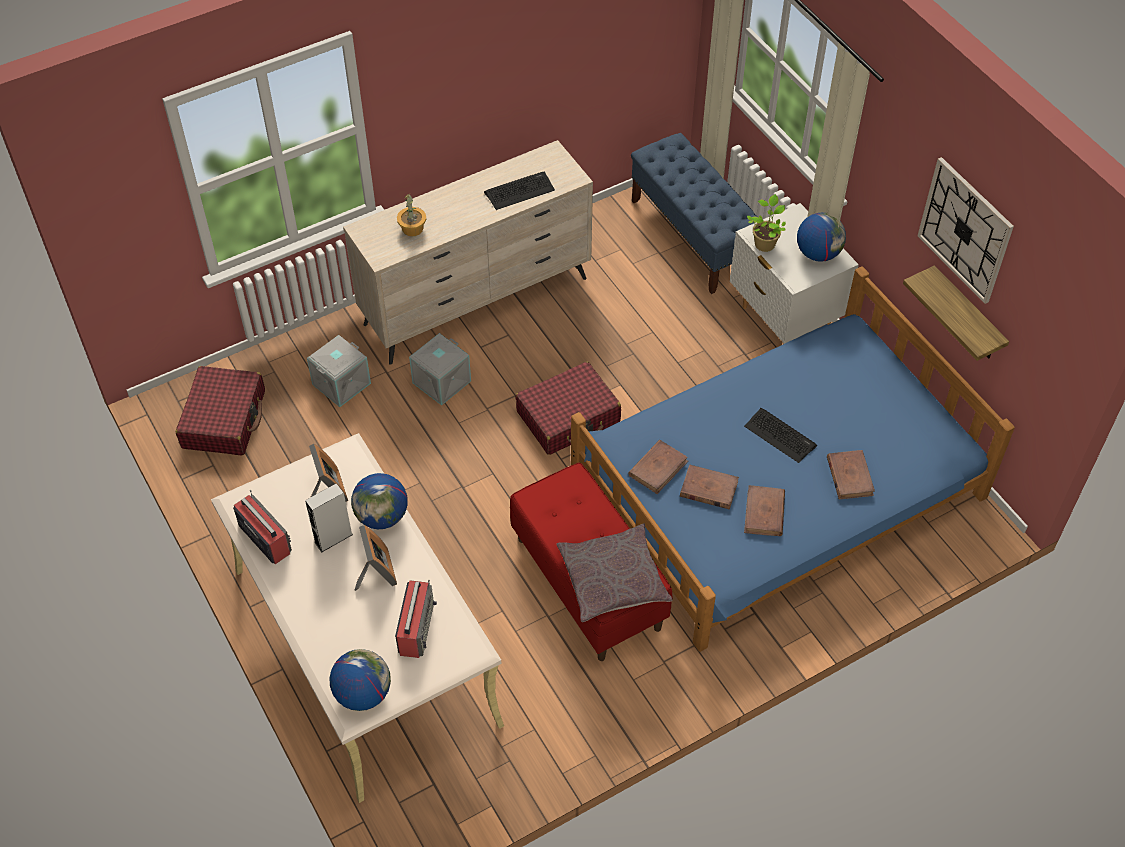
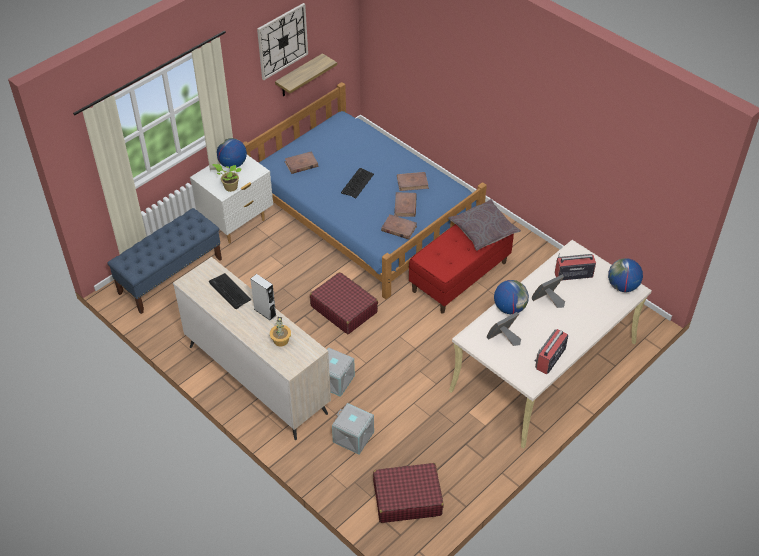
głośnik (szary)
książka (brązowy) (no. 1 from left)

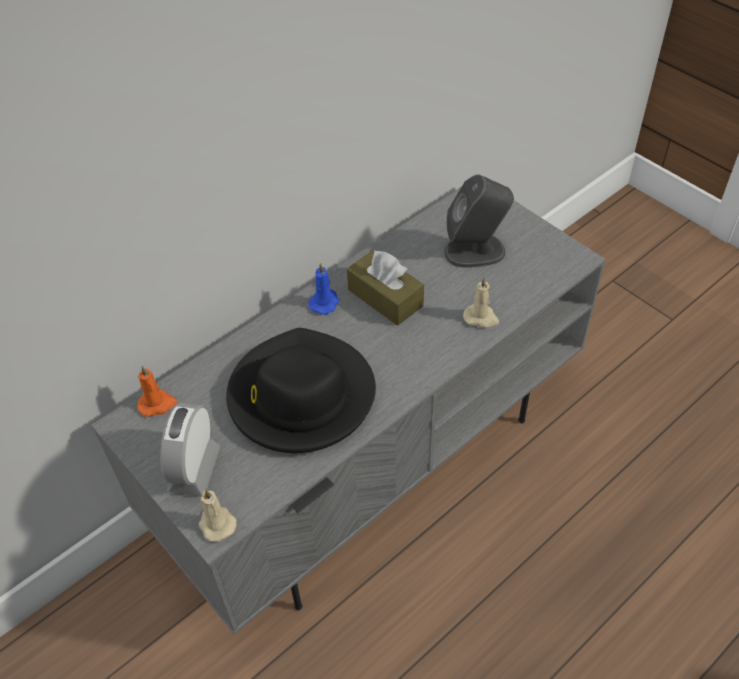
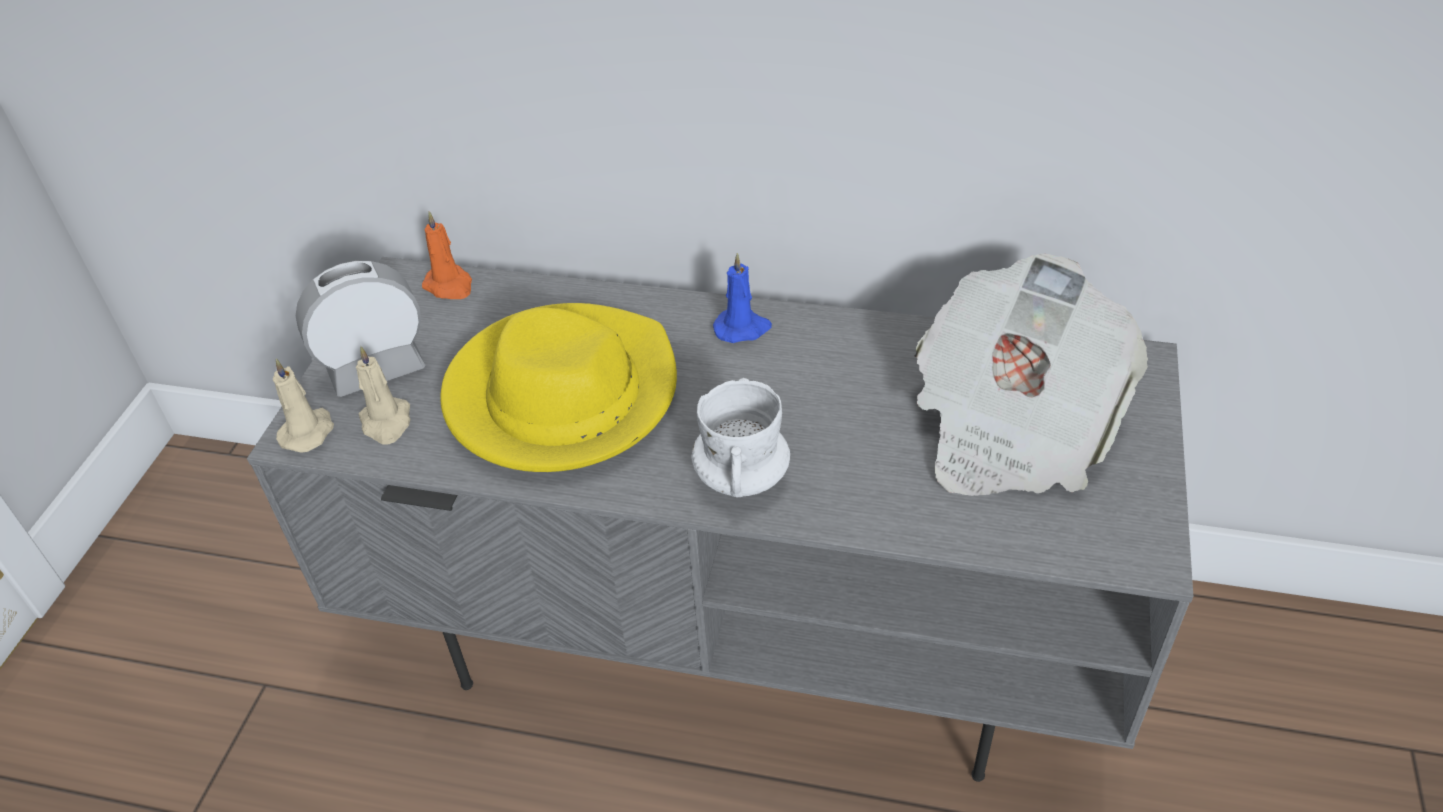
świeca (beżowy) (no. 2 from left)
kapelusz (żółty)
kubek (biały)
gazeta
pudełko chusteczek (brązowy)

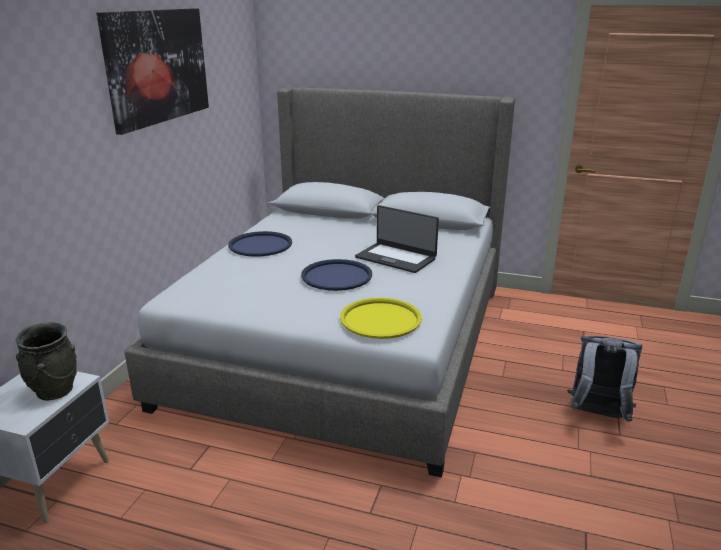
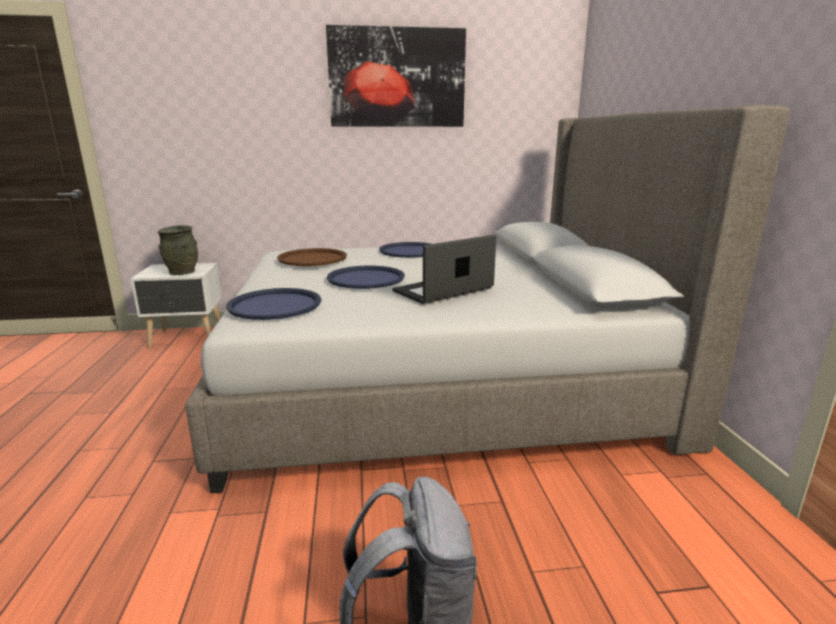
taca (niebieski) (no. 1 from left)
taca (brązowy)
laptop

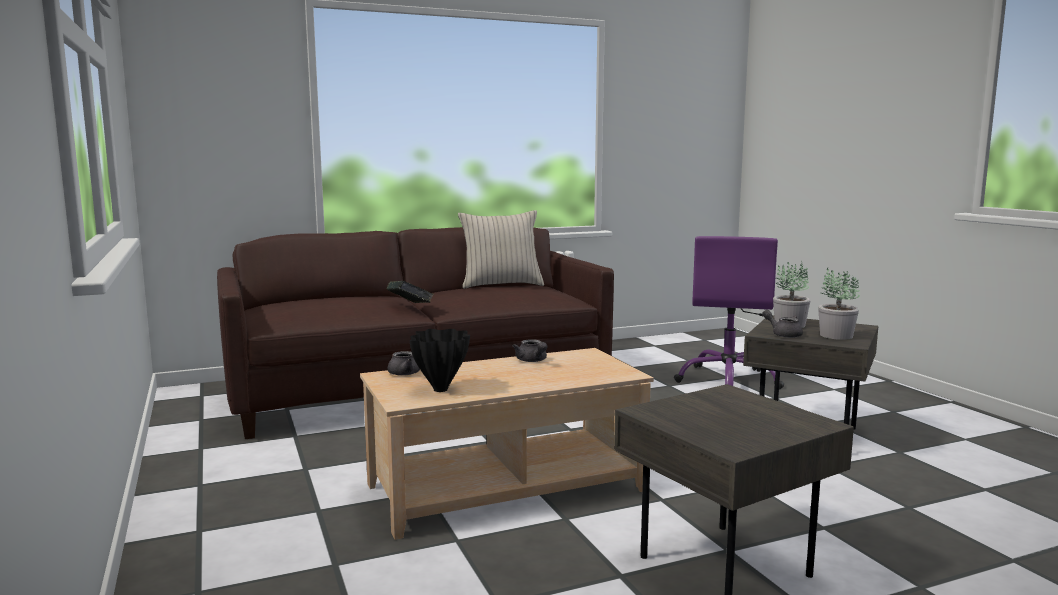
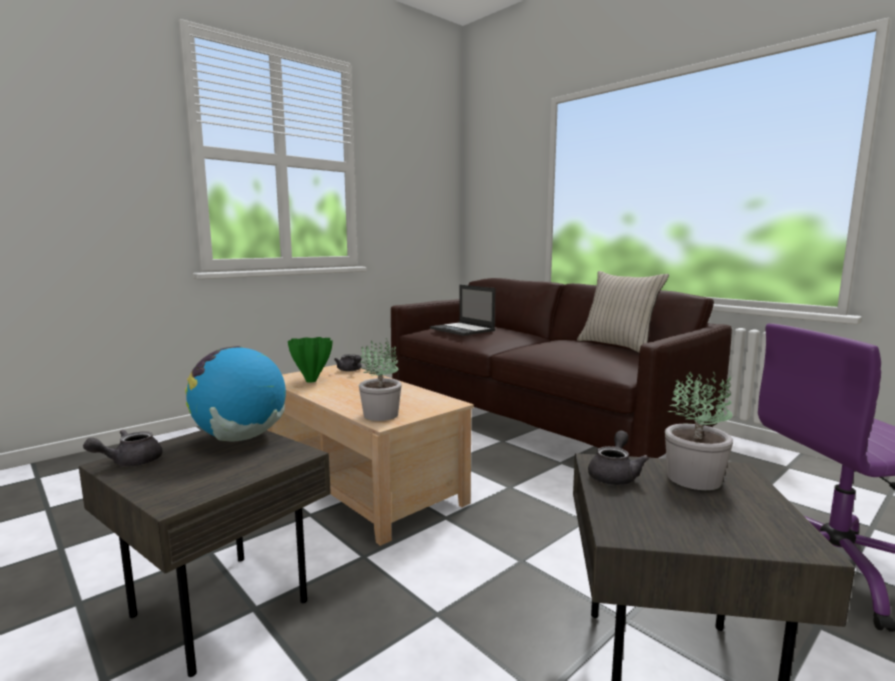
imbryk (szary) (no. 1 from left)
globus
wazon (zielony)
roślina doniczkowa (no. 1 from left)
laptop
książka

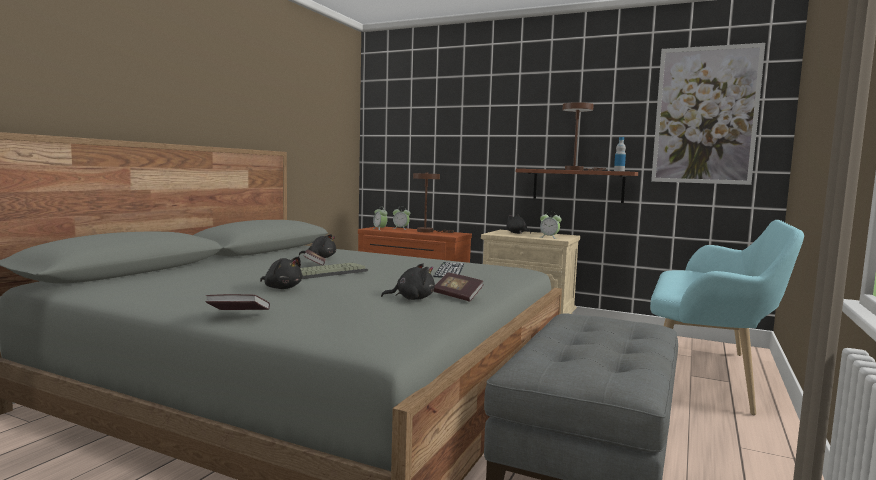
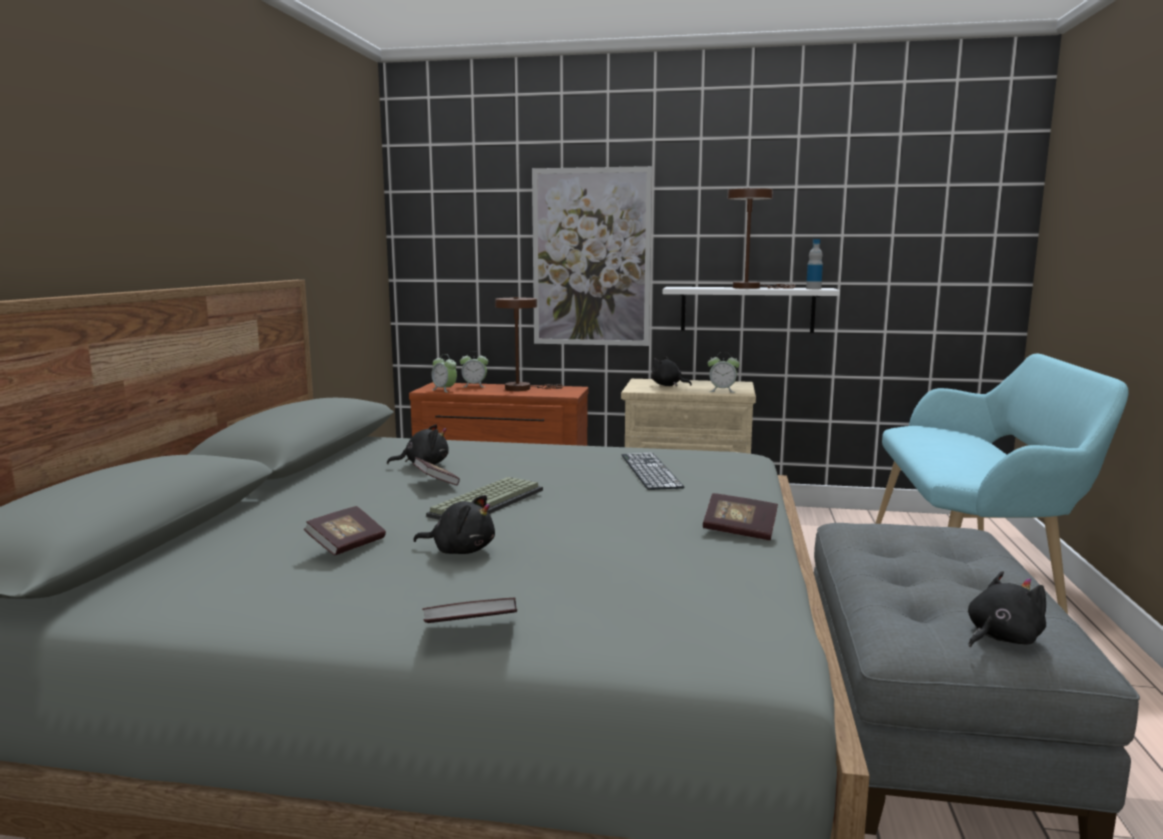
książka (no. 1 from left)
obraz
półka (biały)
pluszak (czarny) (no. 4 from left)

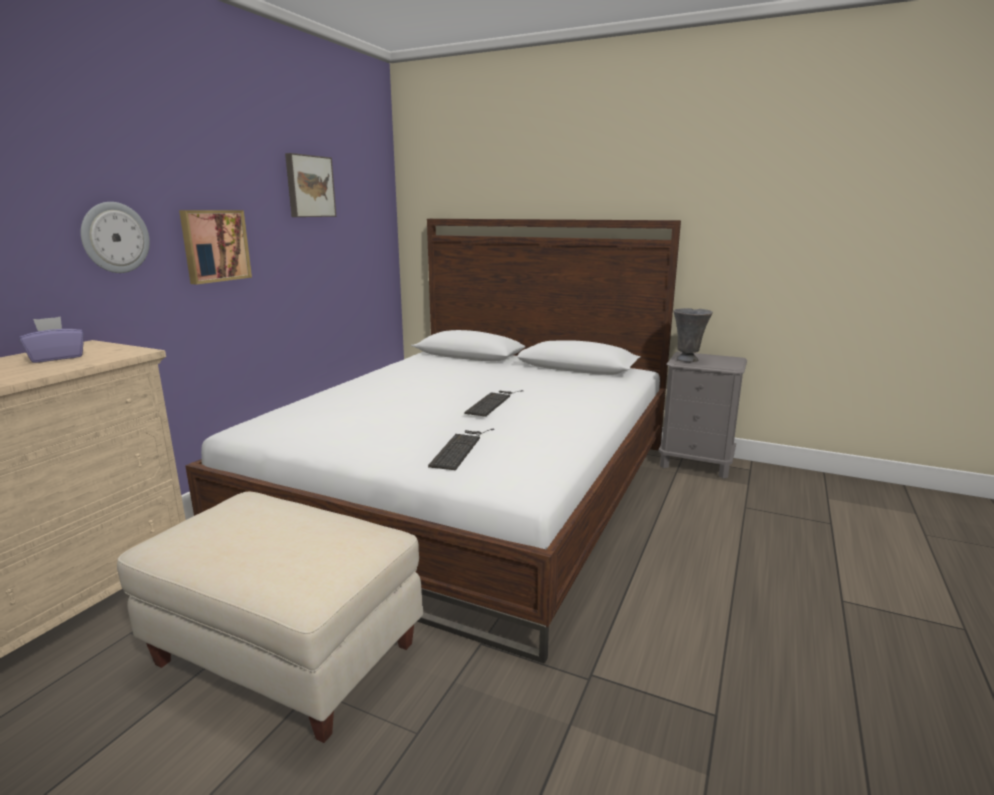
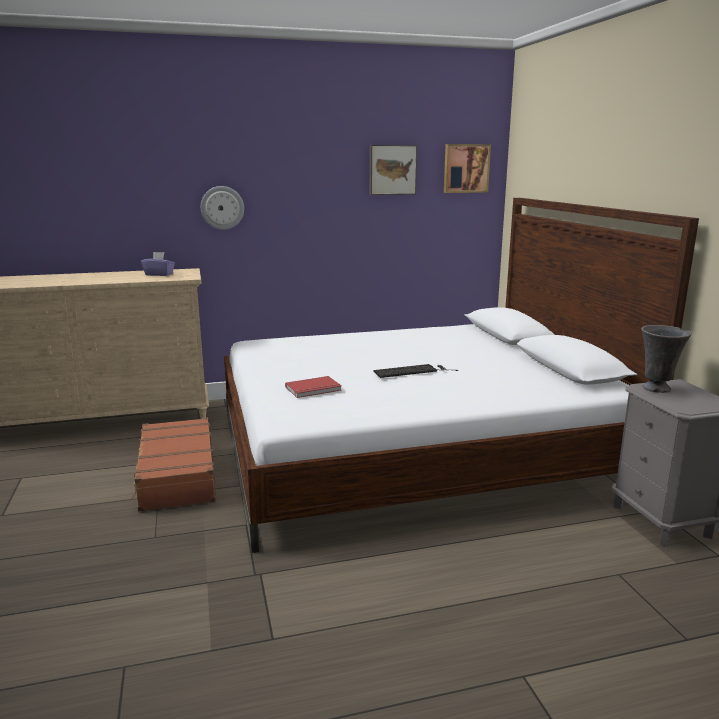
walizka (brązowy)
książka (czerwony)
obraz (no. 2 from left)

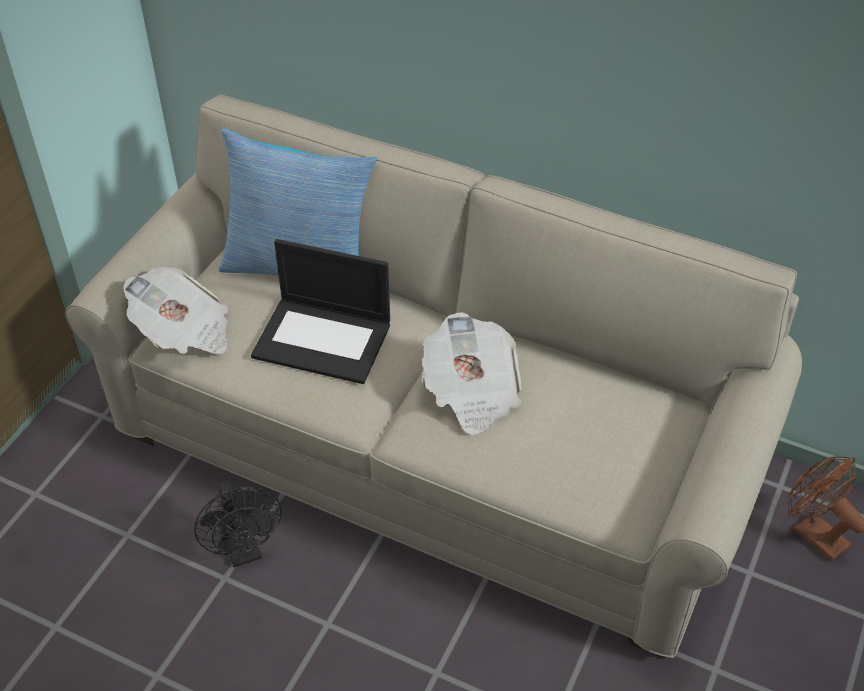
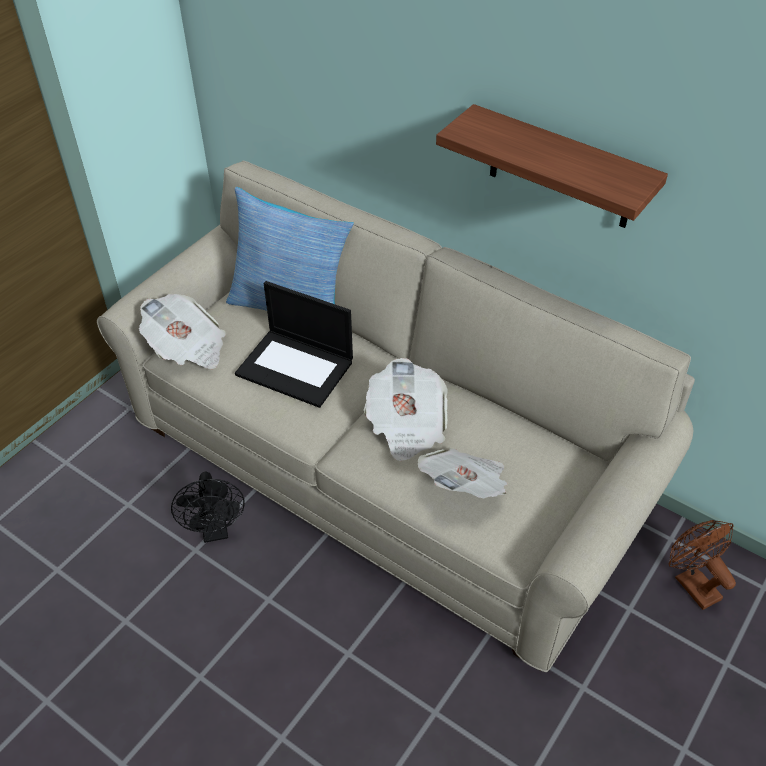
gazeta (no. 3 from left)
półka

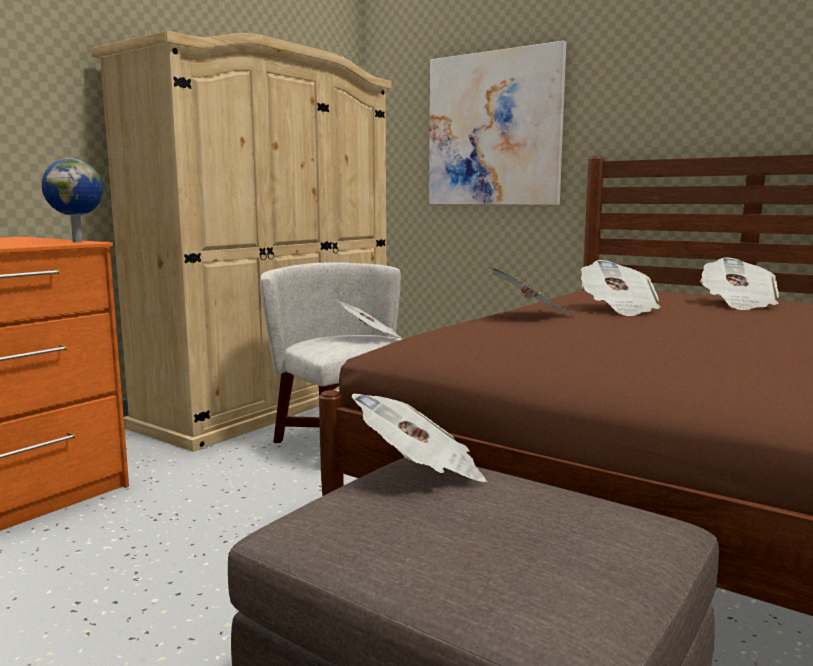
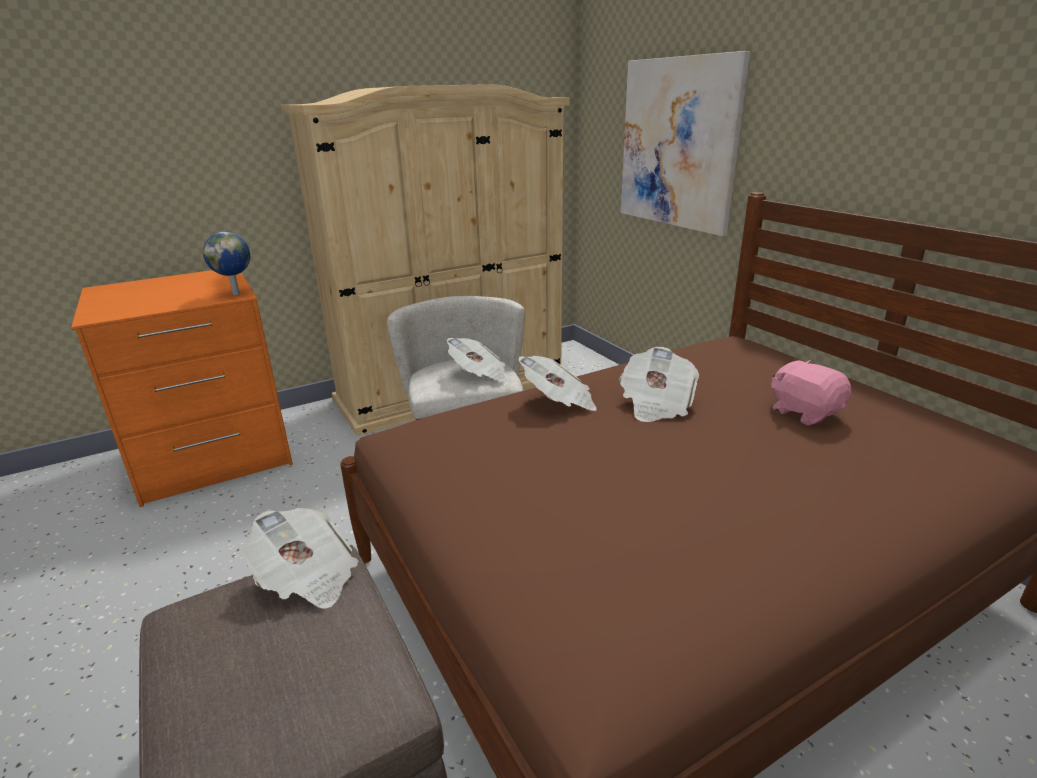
pluszak (różowy)

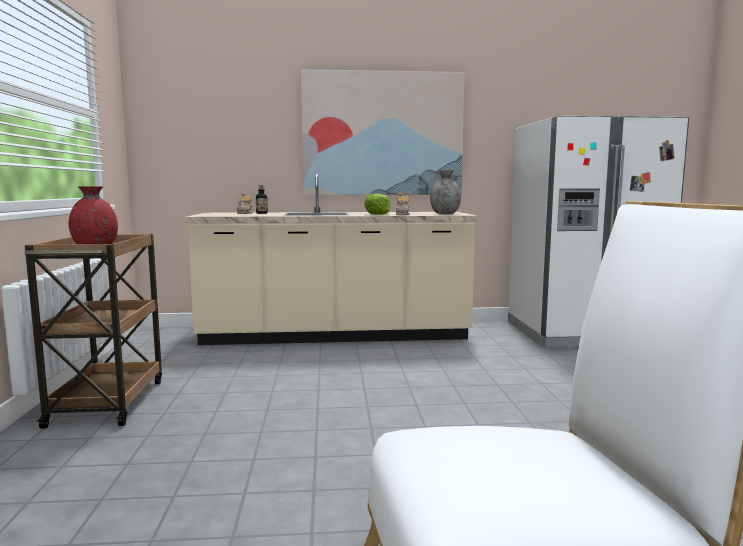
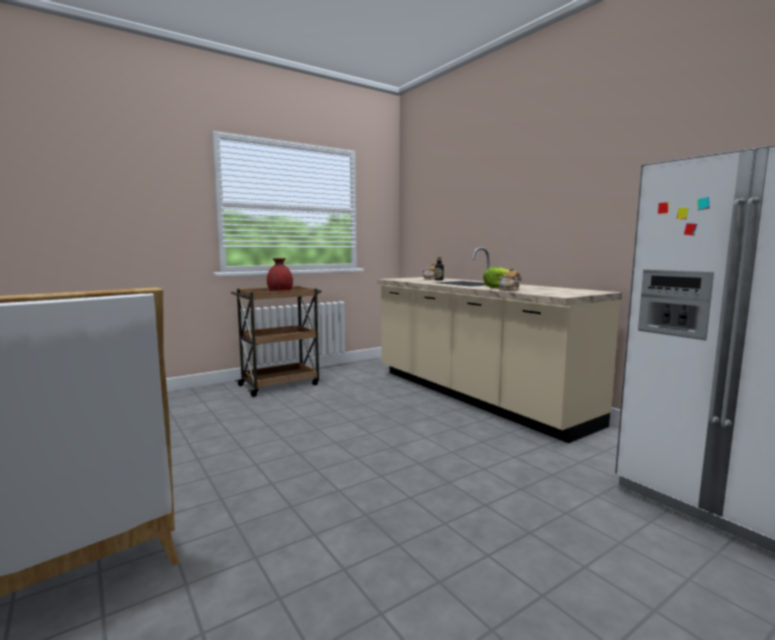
obraz
wazon (szary)

